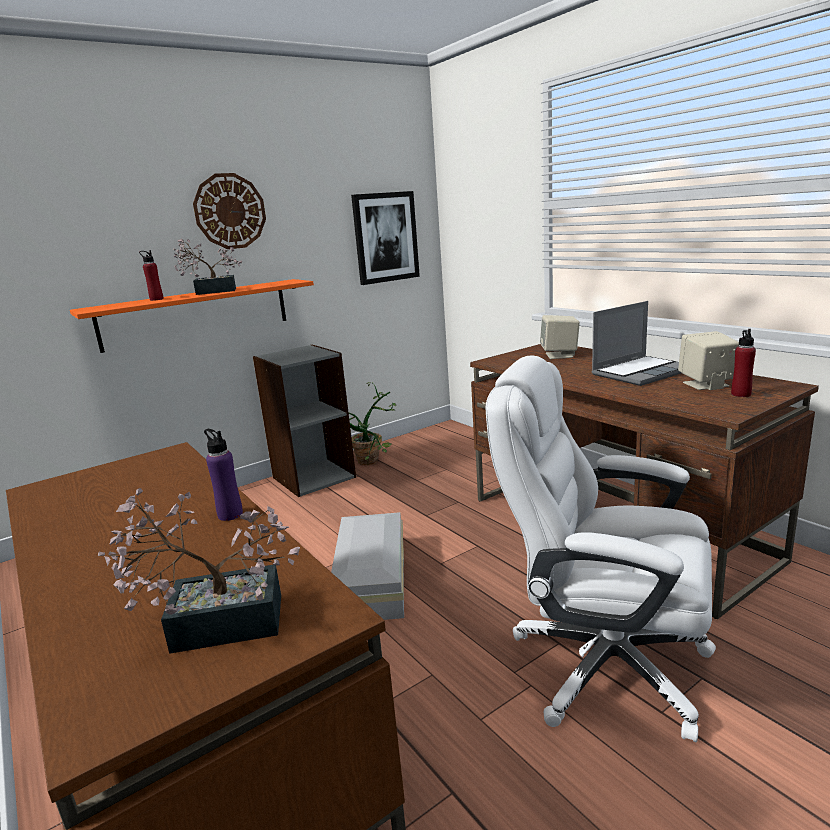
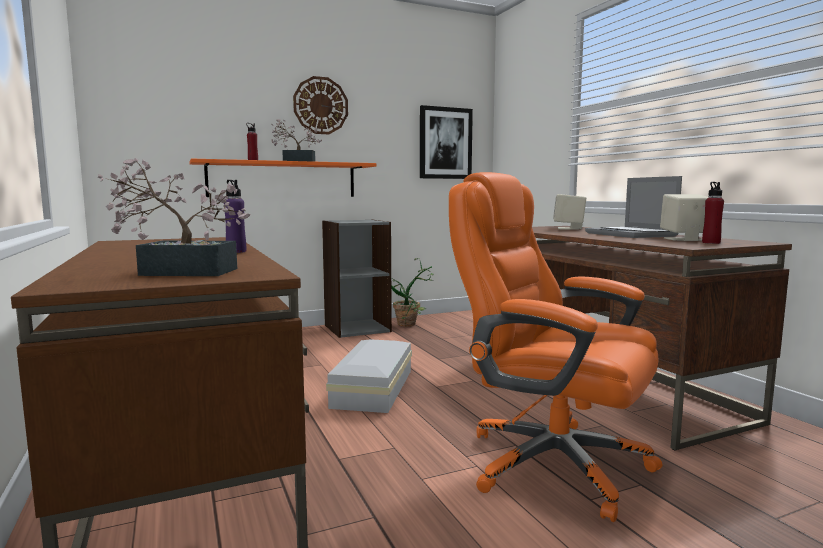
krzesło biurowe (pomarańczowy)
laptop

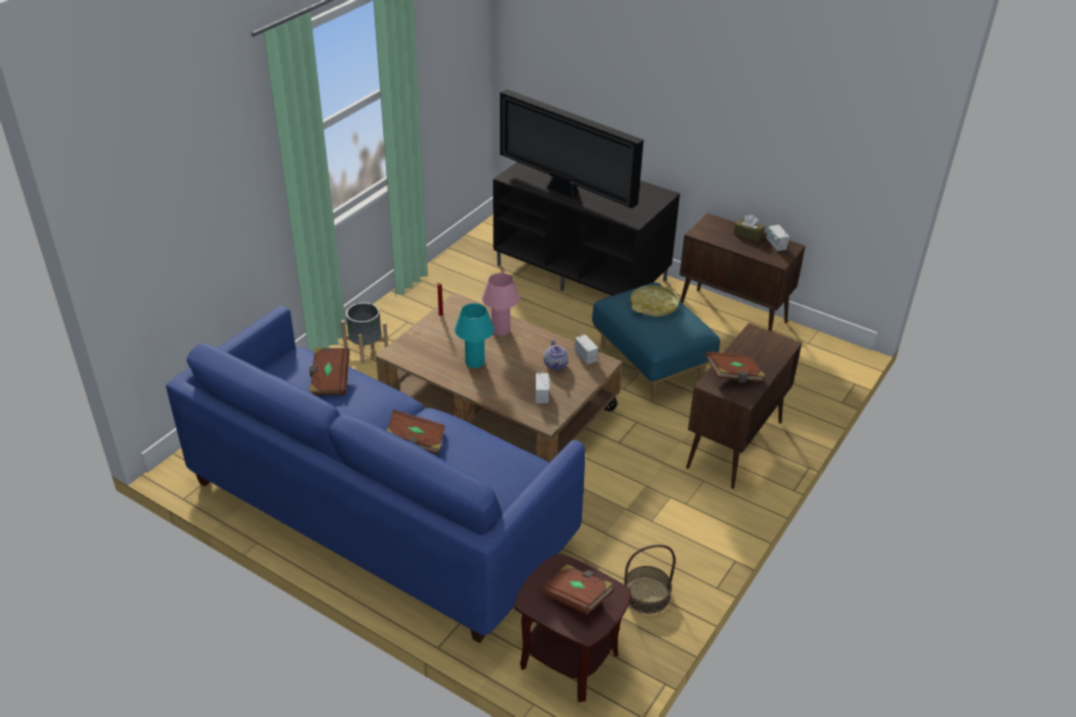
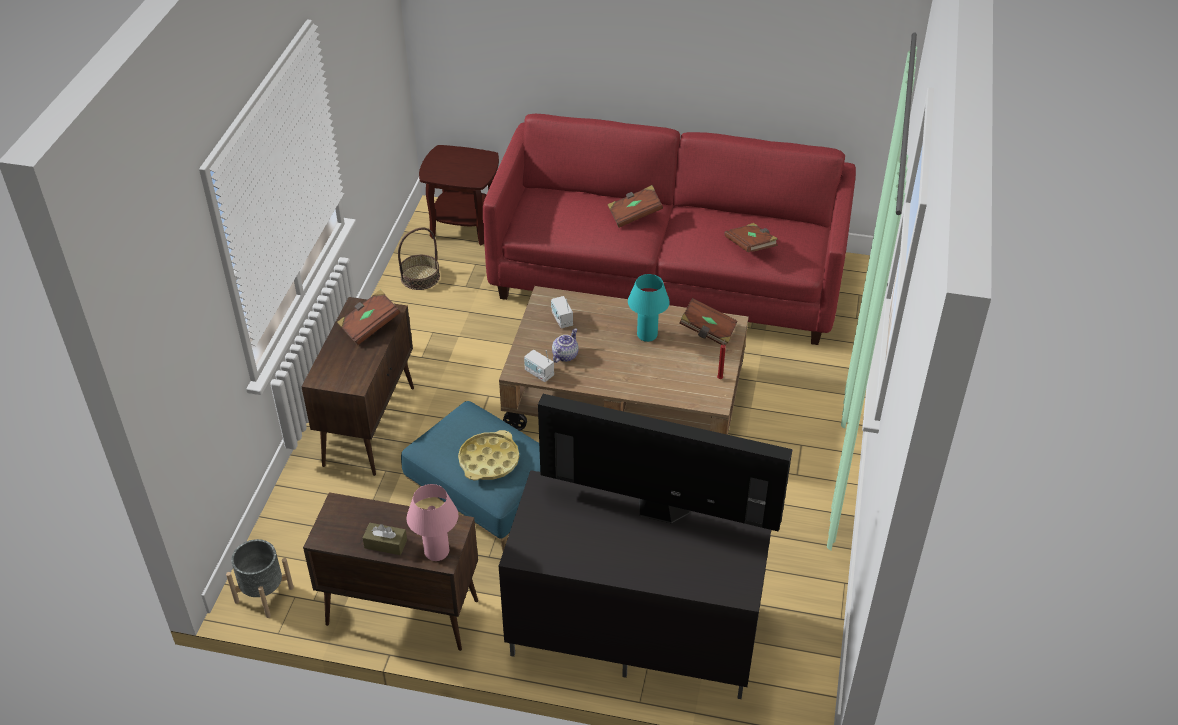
donica (szary)
lampa stołowa (różowy)
kanapa (czerwony)
imbryk
książka (brązowy) (no. 3 from left)
radio (no. 3 from left in the first image)

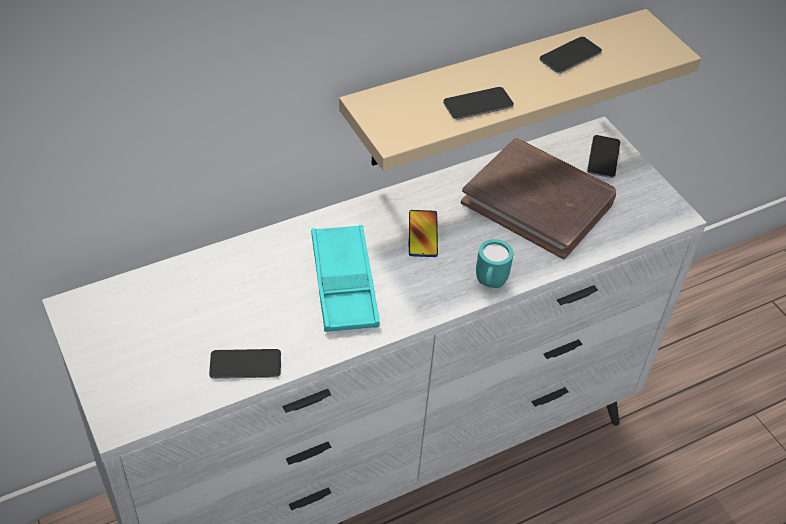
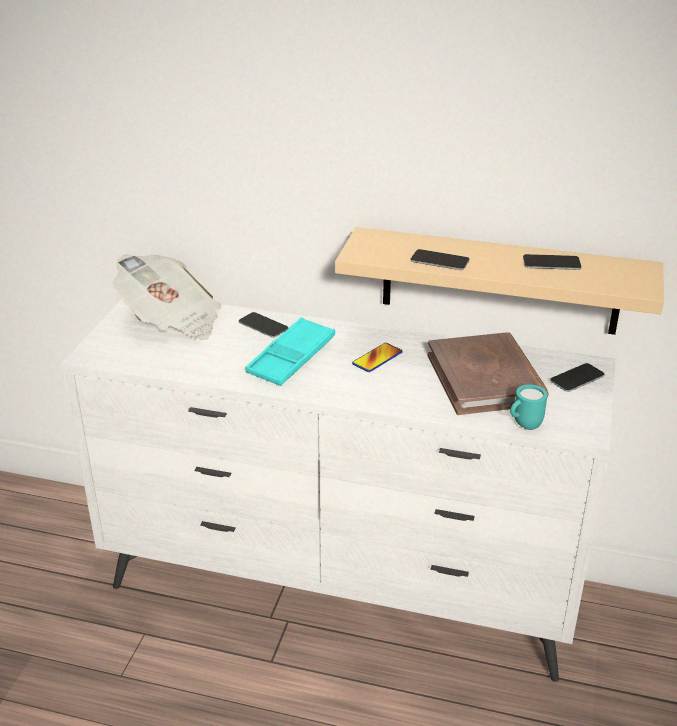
gazeta
telefon (no. 1 from left)
kubek (turkusowy)

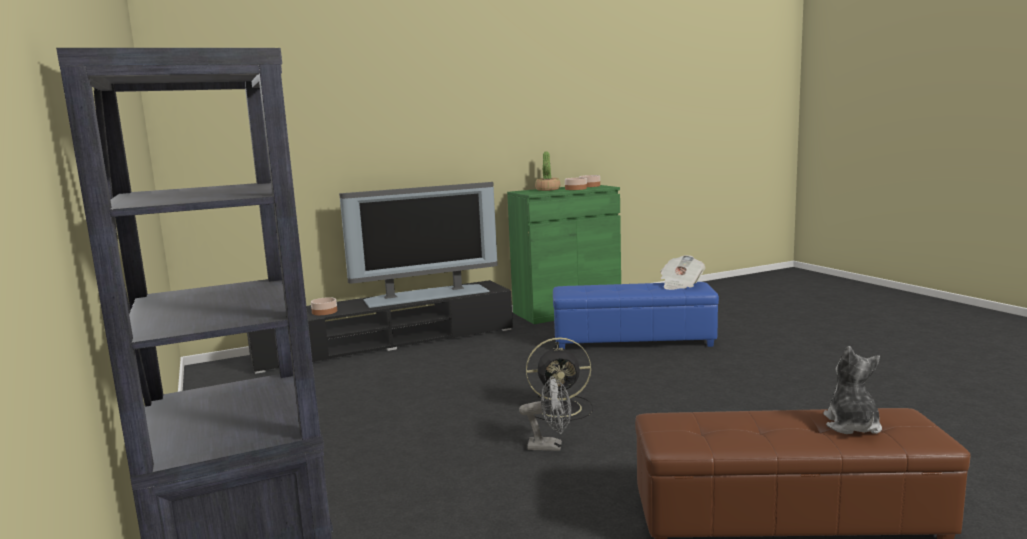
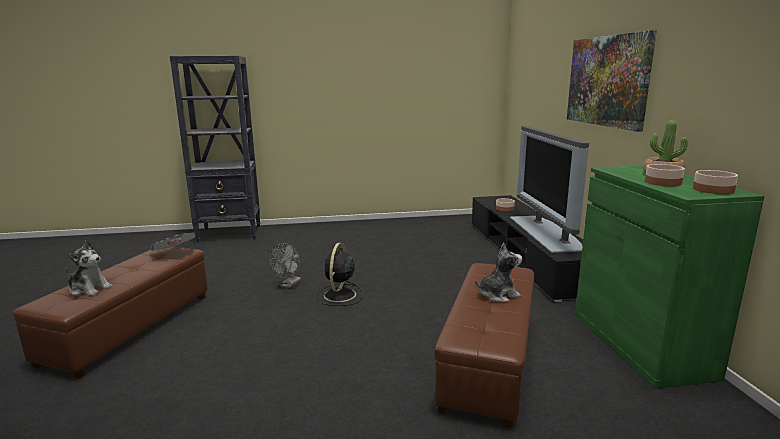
gazeta
pufa (brązowy) (no. 2 from left)
pluszak (no. 2 from left)
obraz

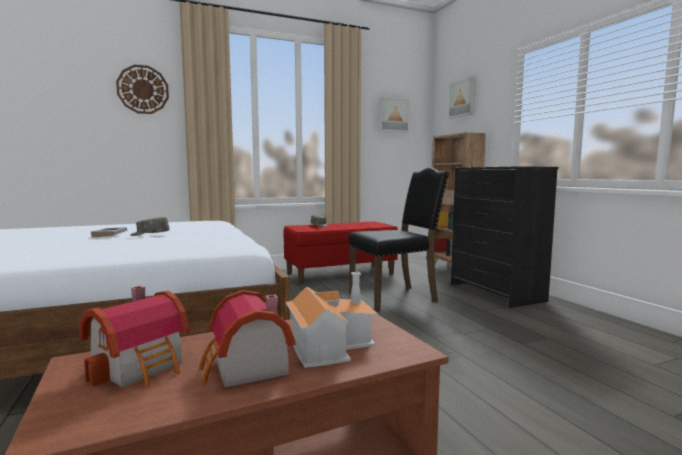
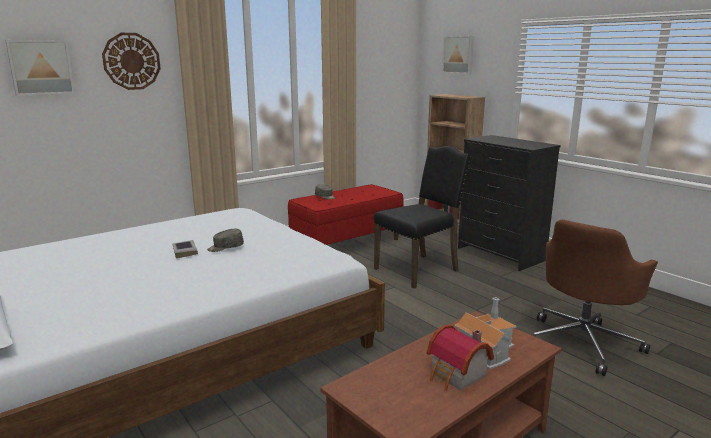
obraz (no. 1 from left)
krzesło biurowe (brązowy)
domek (no. 1 from left in the first image)

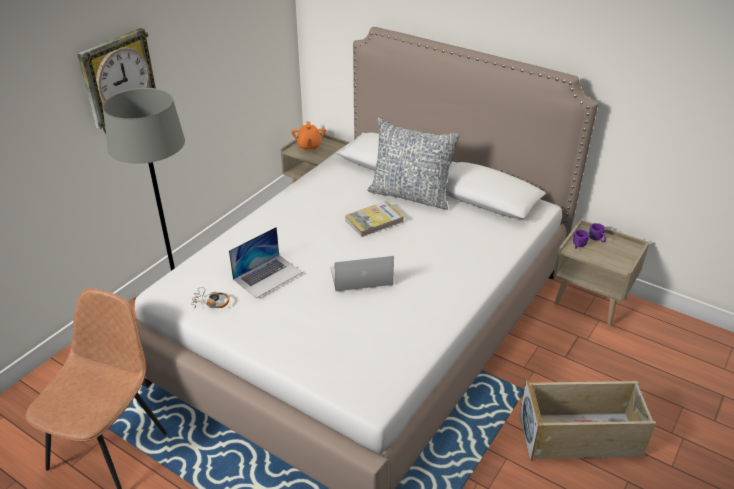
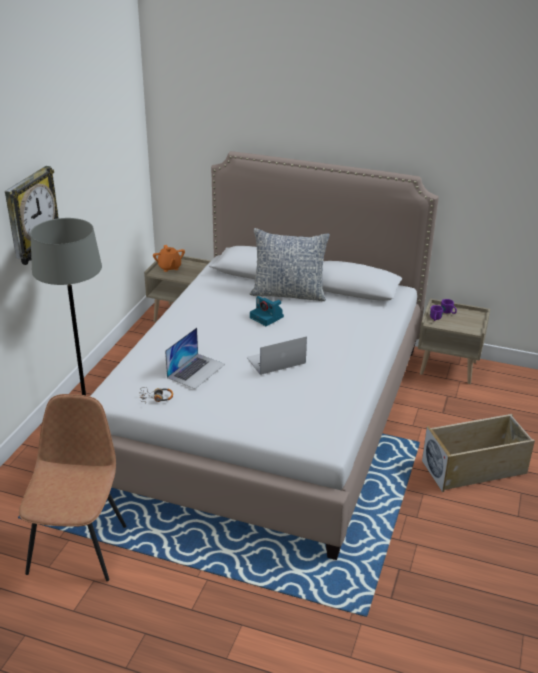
aparat fotograficzny

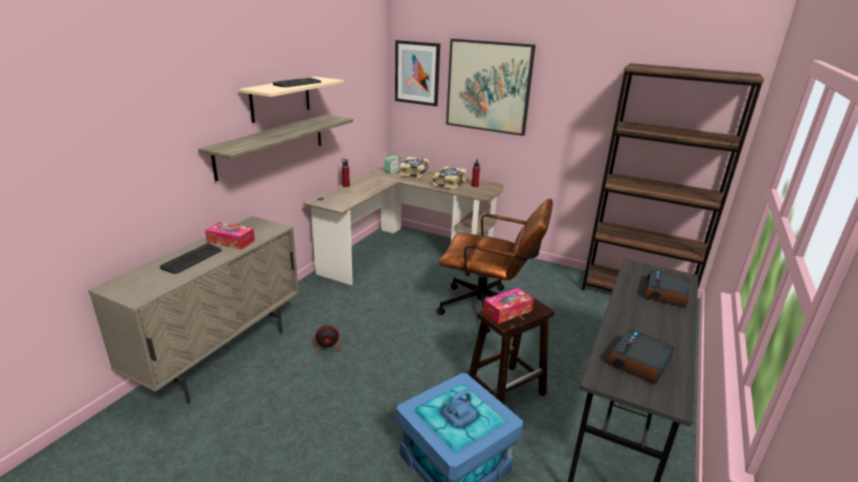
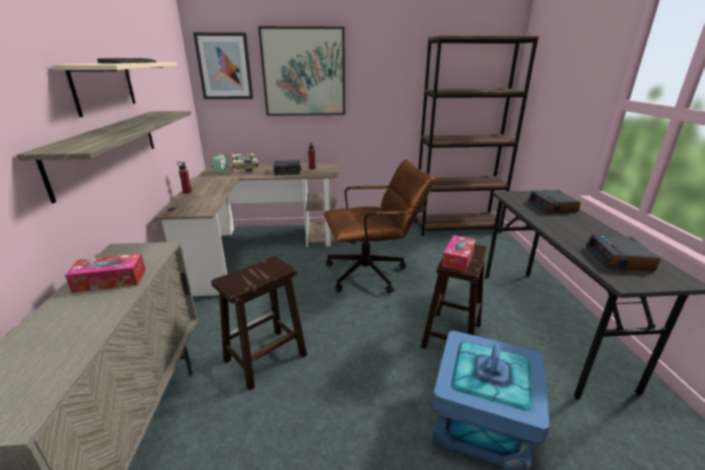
stołek (brązowy) (no. 1 from left)
budzik (no. 2 from left)
klawiatura (no. 1 from left in the first image)

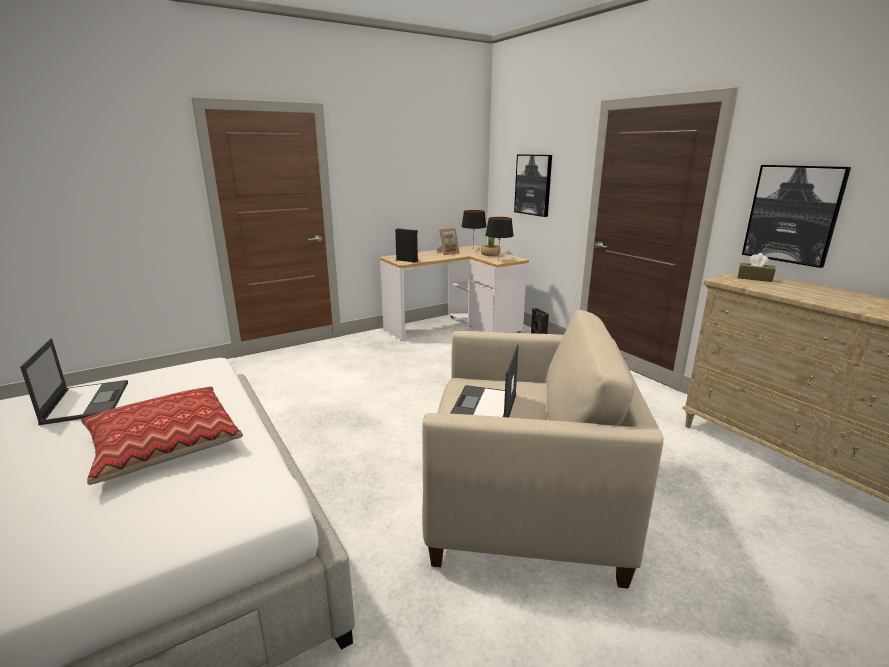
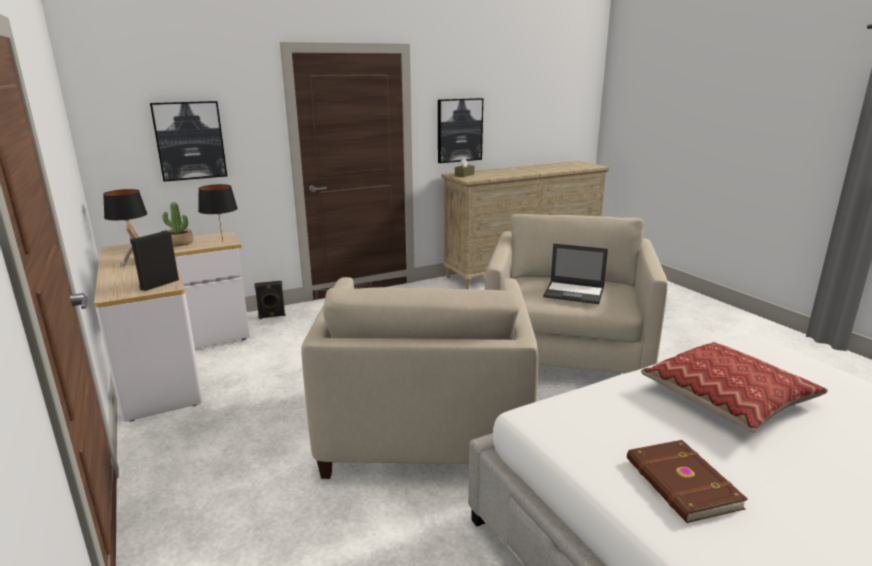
fotel (beżowy) (no. 1 from left)
książka (brązowy)

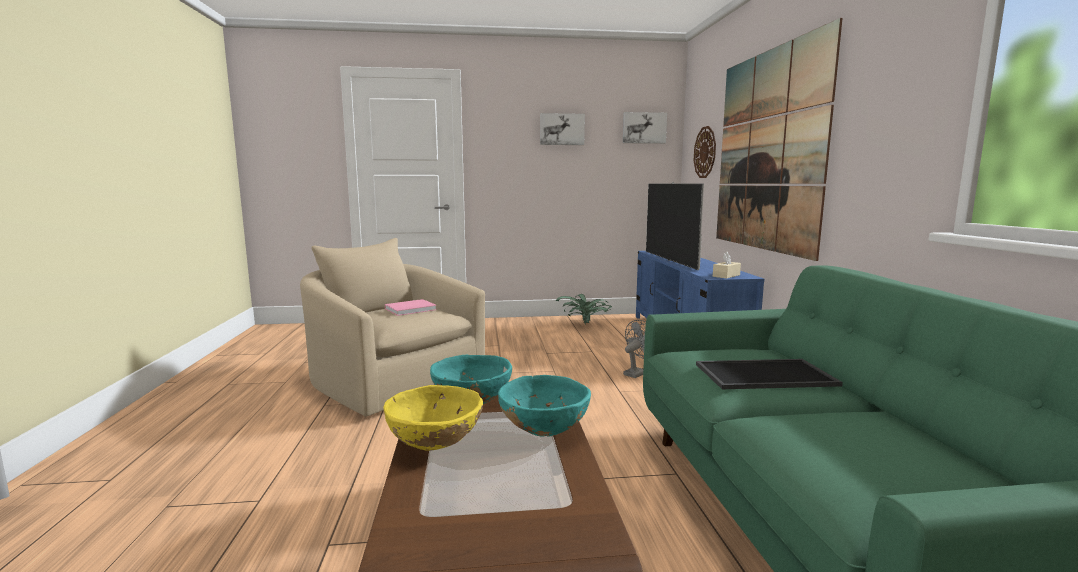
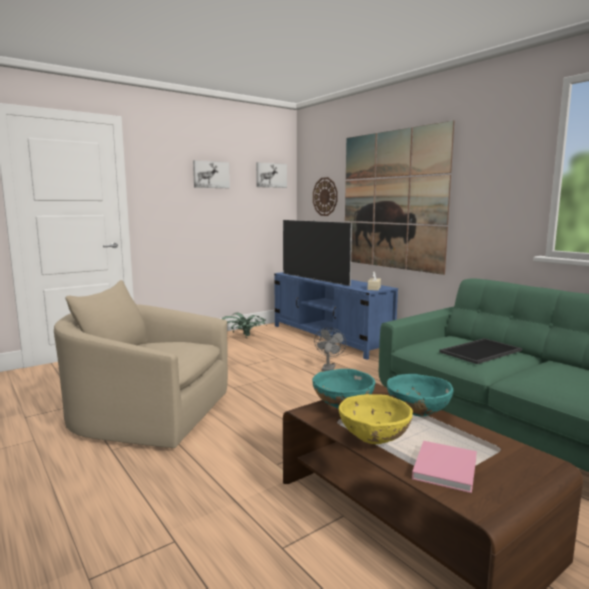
książka (różowy)

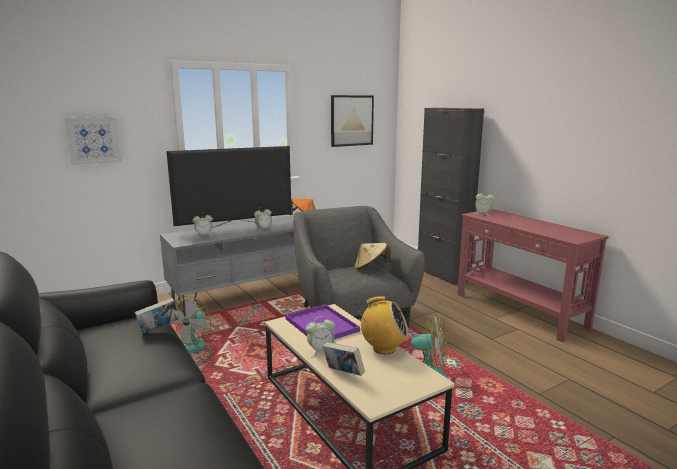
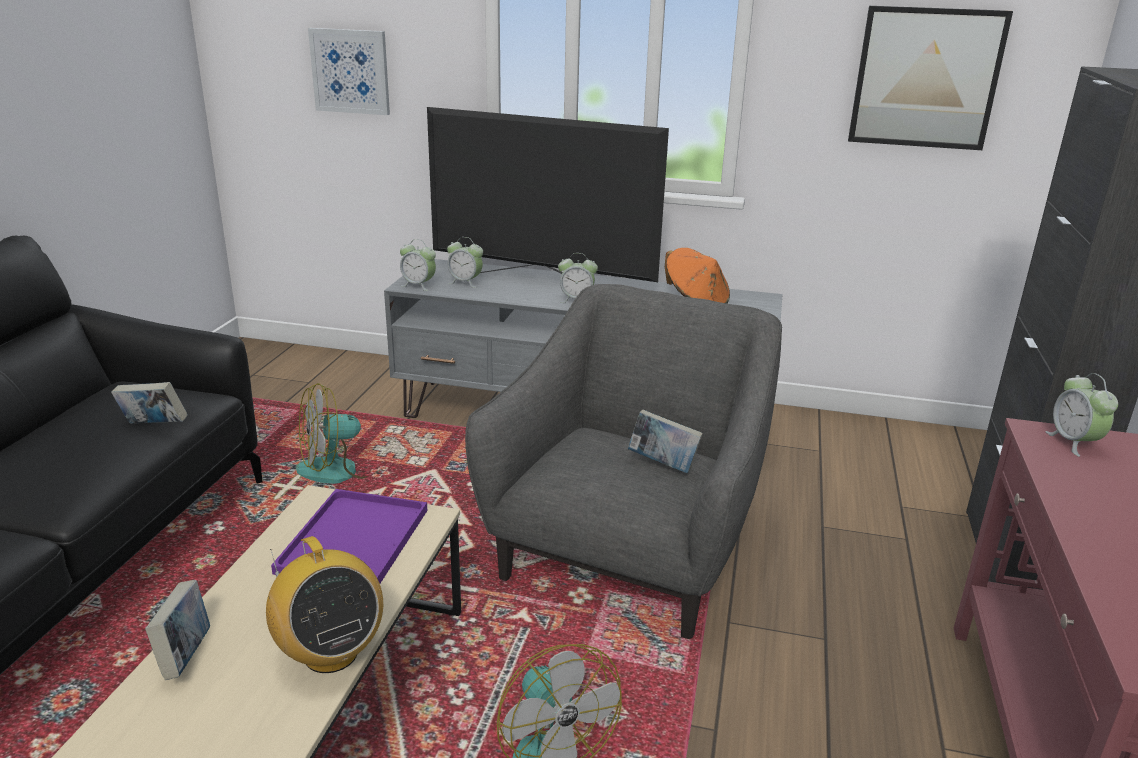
budzik (no. 1 from left)
książka (no. 3 from left)

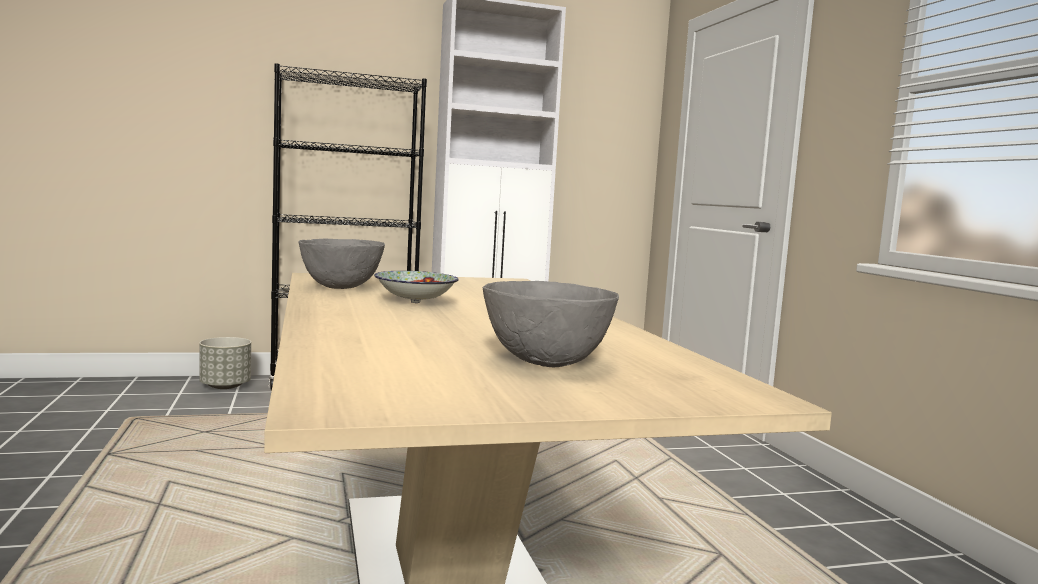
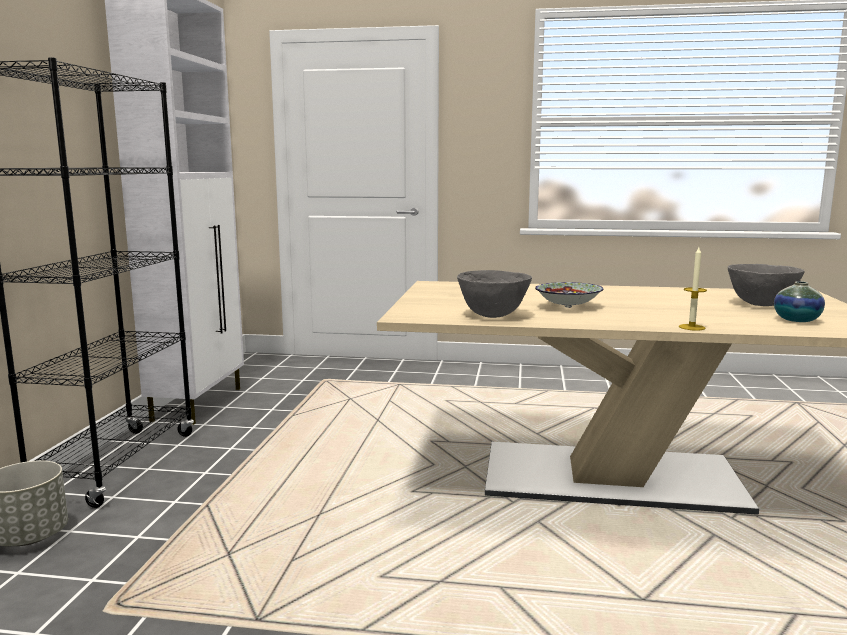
świeca
wazon

